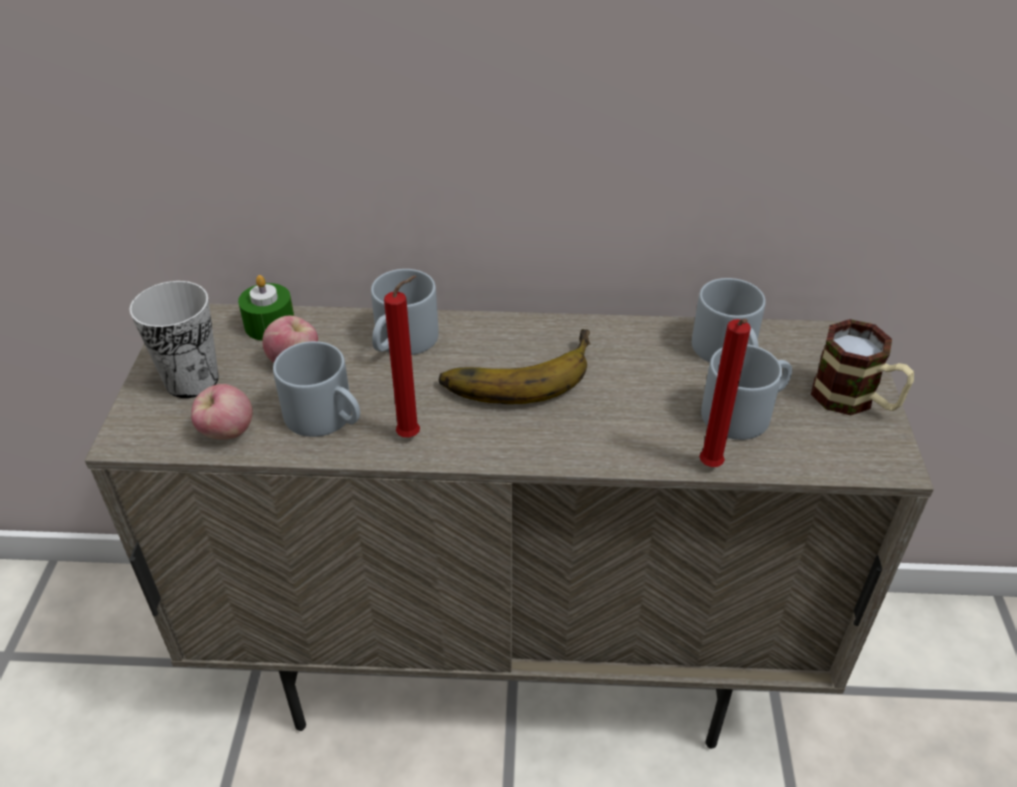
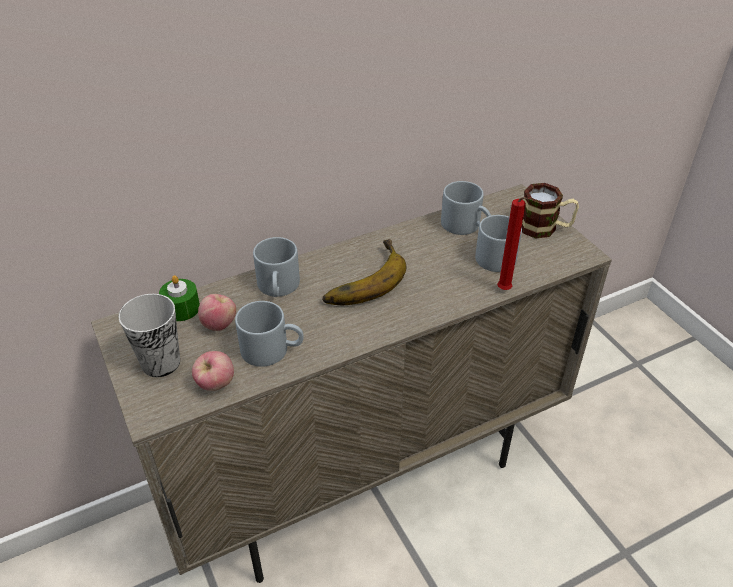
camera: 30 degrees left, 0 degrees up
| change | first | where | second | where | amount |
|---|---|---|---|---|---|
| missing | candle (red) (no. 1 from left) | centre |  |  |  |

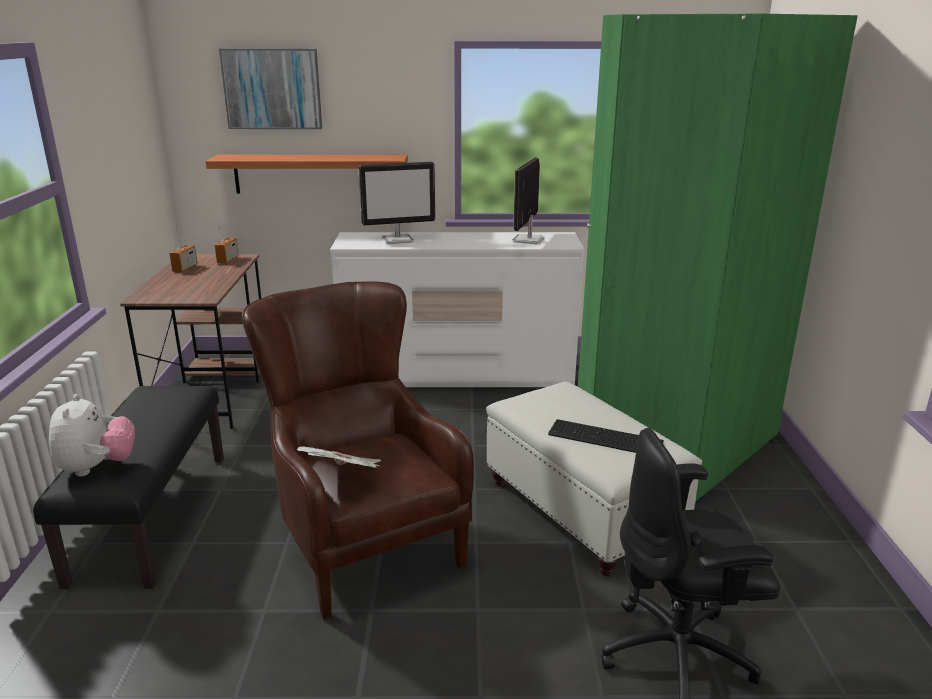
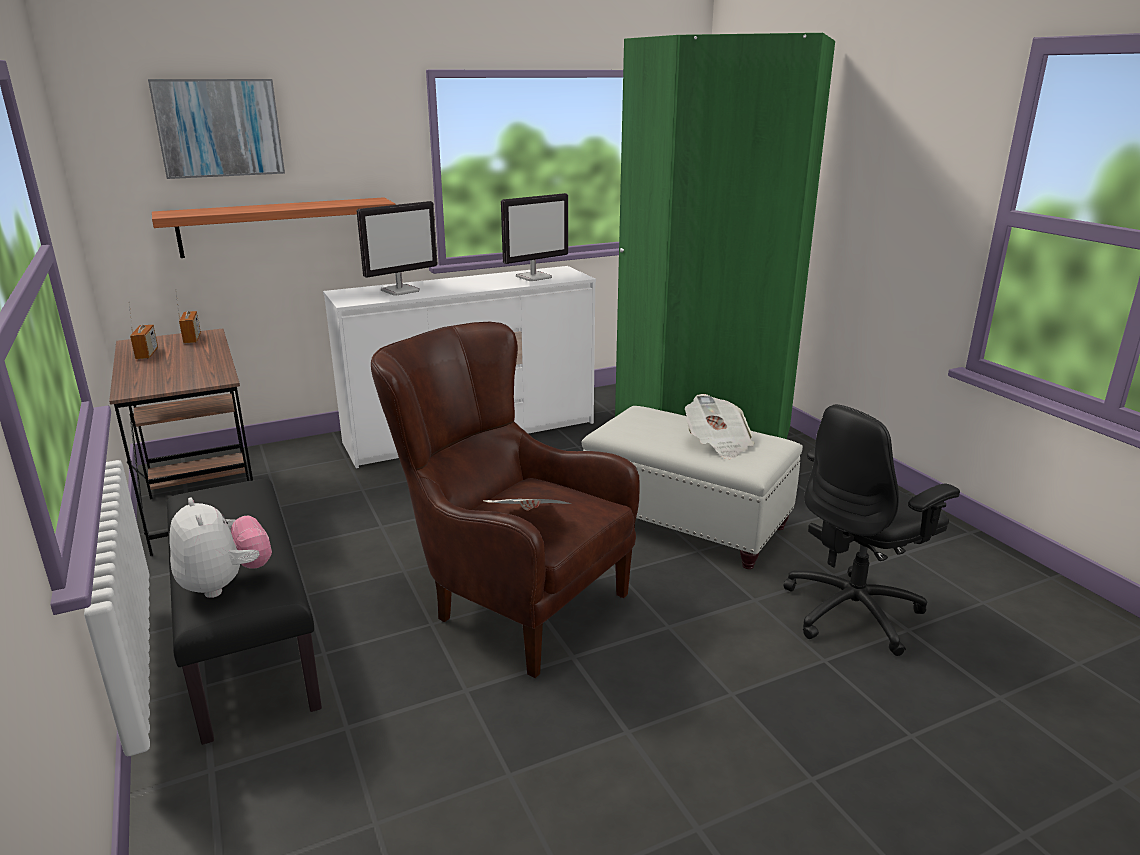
camera: 25 degrees left, 0 degrees up
| change | first | where | second | where | amount |
|---|---|---|---|---|---|
| spun | computer display (no. 2 from left) | top centre |  | top centre | 120 degrees counterclockwise |
| exchanged | PC keyboard | centre | newspaper (no. 2 from left) | centre |  |

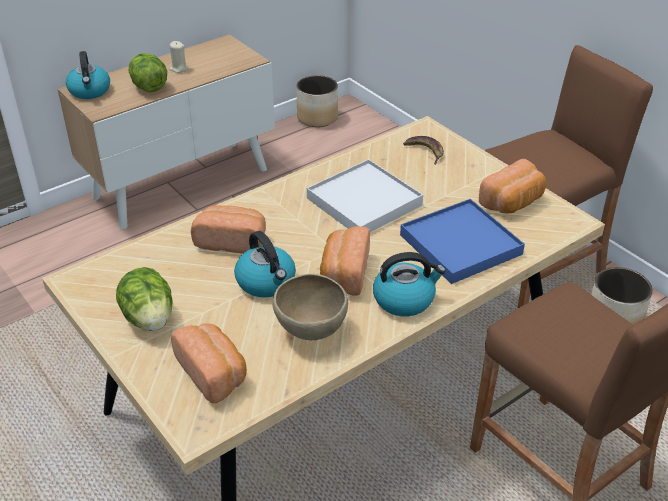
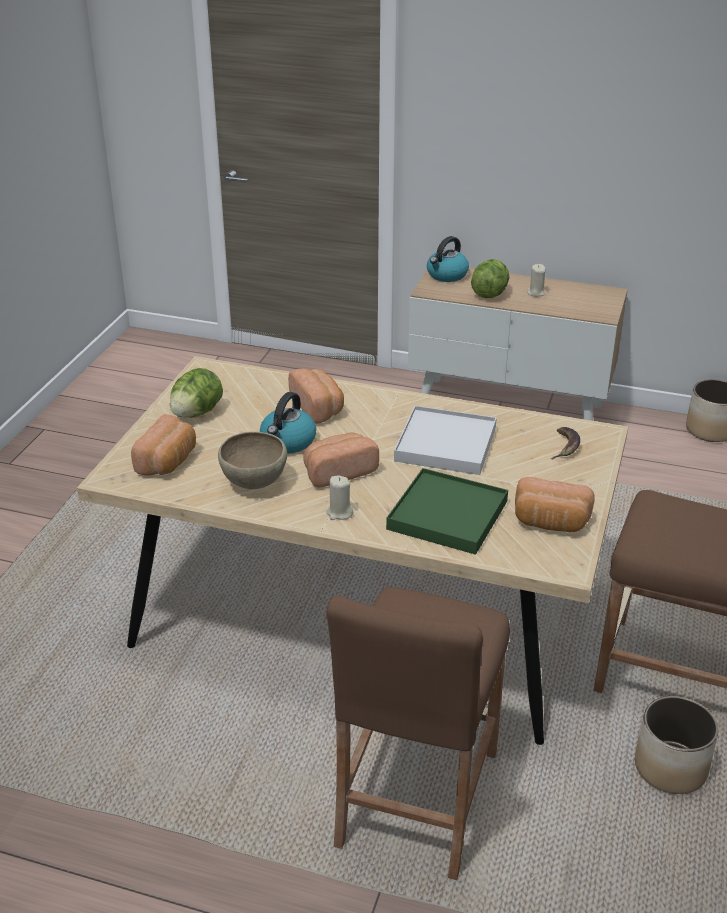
camera: 55 degrees right, 5 degrees down
| change | first | where | second | where | amount |
|---|---|---|---|---|---|
| exchanged | water kettle (no. 3 from left) | centre | candle (beige) (no. 1 from left) | centre |  |
| colour | carrying tray (blue-coloured) | middle right | carrying tray (greenish) | centre |  |

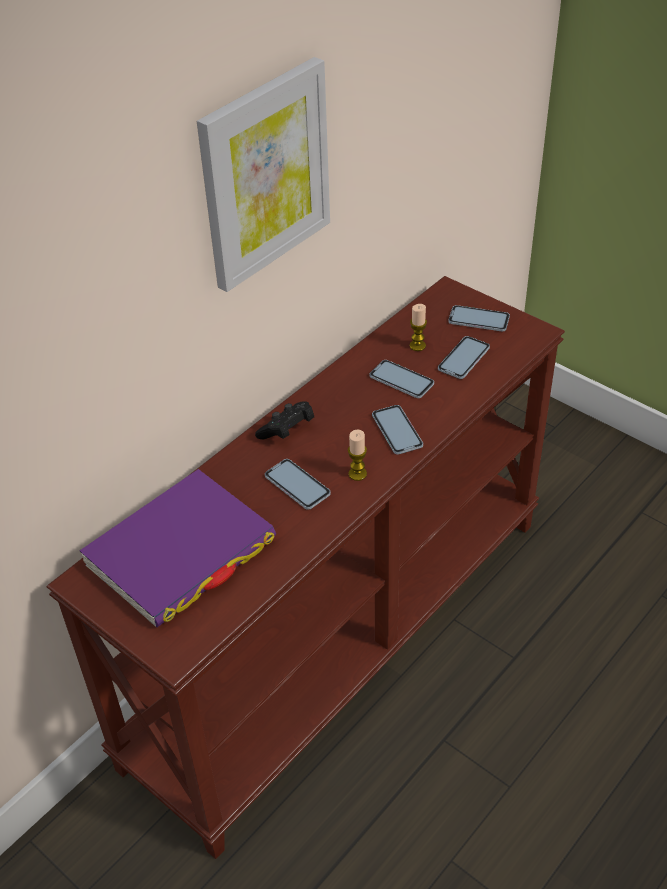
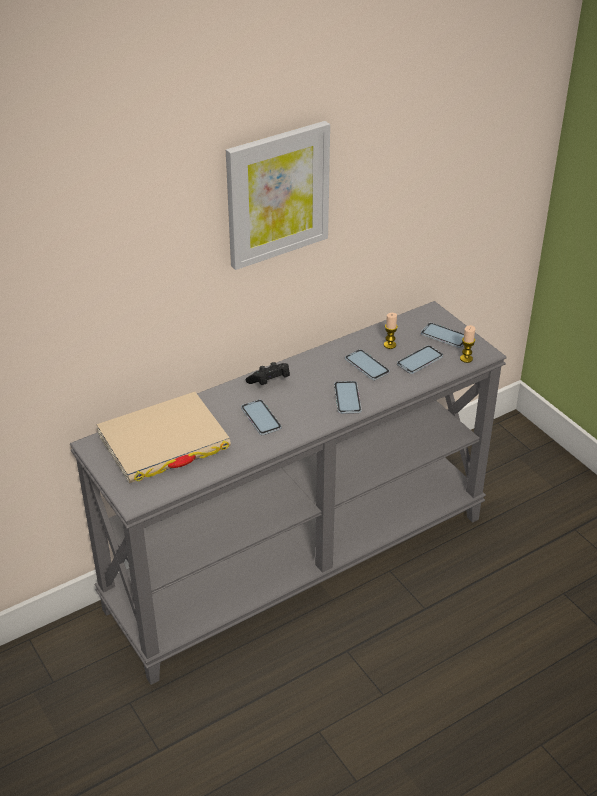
camera: 15 degrees right, 5 degrees down
| change | first | where | second | where | amount |
|---|---|---|---|---|---|
| colour | hall table (brown) | centre | hall table (gray) | centre |  |
| colour | volume (purple-coloured) | middle left | volume (beige) | middle left |  |
| relocated | candle (no. 1 from left in the first image) | centre | candle (no. 2 from left) | middle right |  |

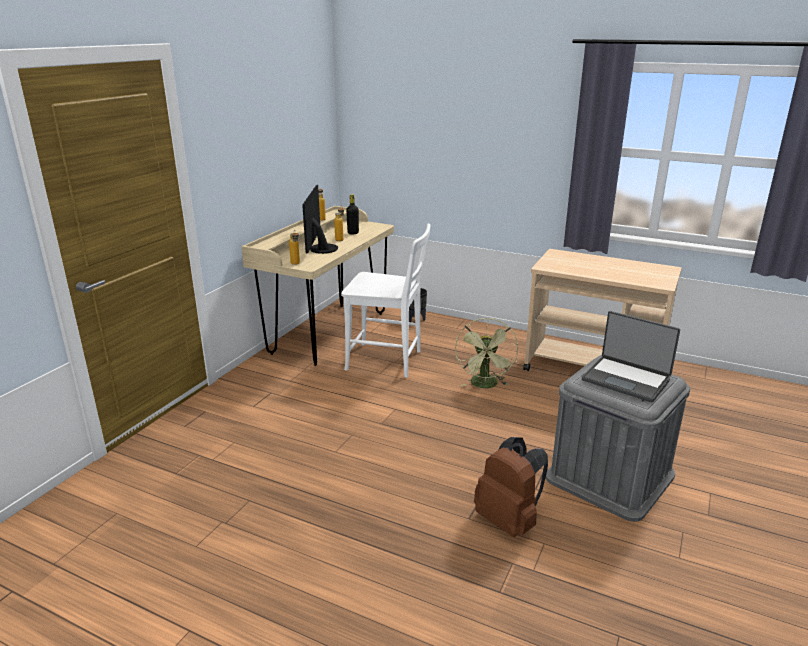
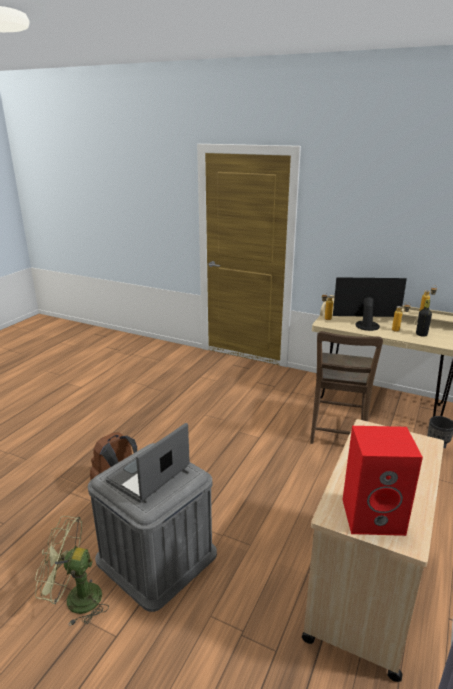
camera: 90 degrees right, 0 degrees up
| change | first | where | second | where | amount |
|---|---|---|---|---|---|
| relocated | cooling fan (greenish) | centre |  | bottom left |  |
| colour | upright chair (white-coloured) | centre | upright chair (brown) | middle right |  |
| appeared |  |  | speaker (red) | bottom right |  |

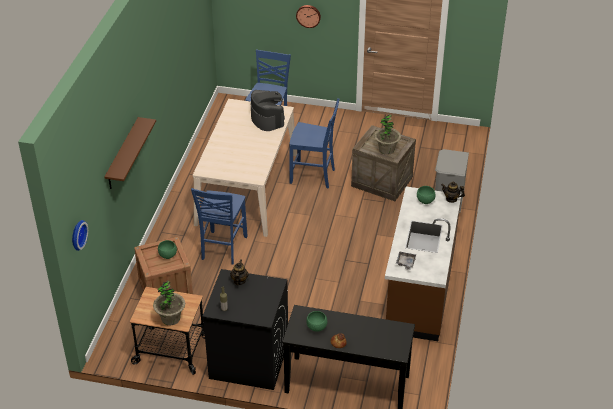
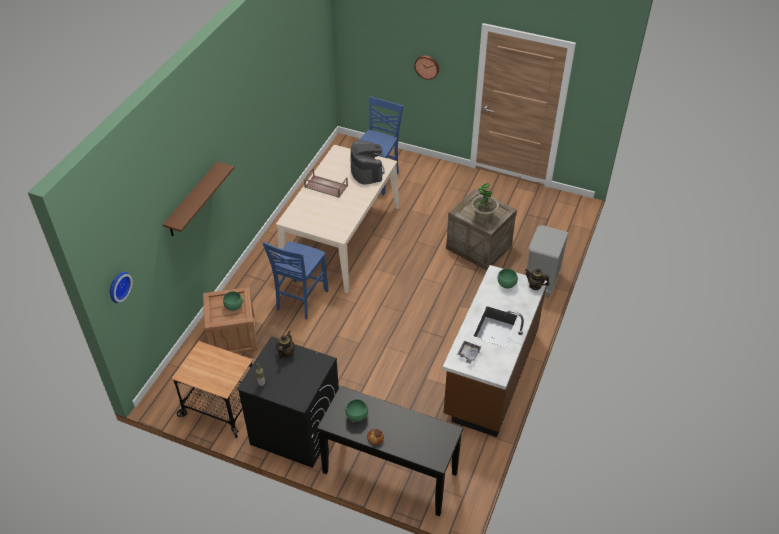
camera: 10 degrees right, 5 degrees up
| change | first | where | second | where | amount |
|---|---|---|---|---|---|
| appeared |  |  | carrying tray (brown) | centre |  |
| missing | plant in a pot (no. 1 from left) | bottom left |  |  |  |
| missing | upright chair (blue-coloured) (no. 3 from left) | centre |  |  |  |

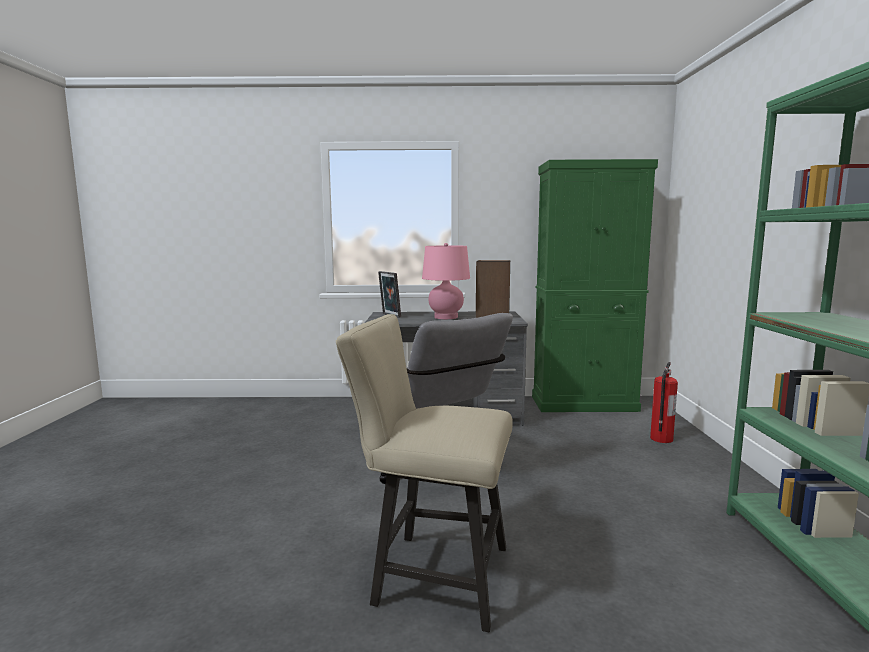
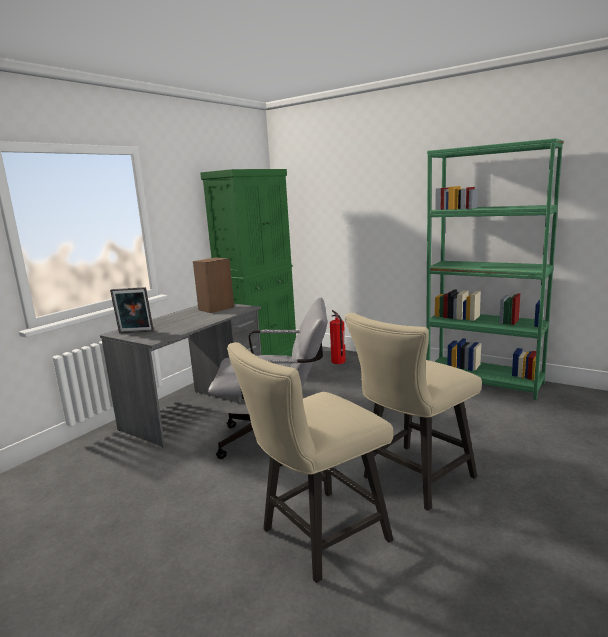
camera: 55 degrees left, 5 degrees up
| change | first | where | second | where | amount |
|---|---|---|---|---|---|
| appeared |  |  | upright chair (beige) (no. 1 from left) | bottom centre |  |
| missing | lamp for a table (pinkish) | centre |  |  |  |

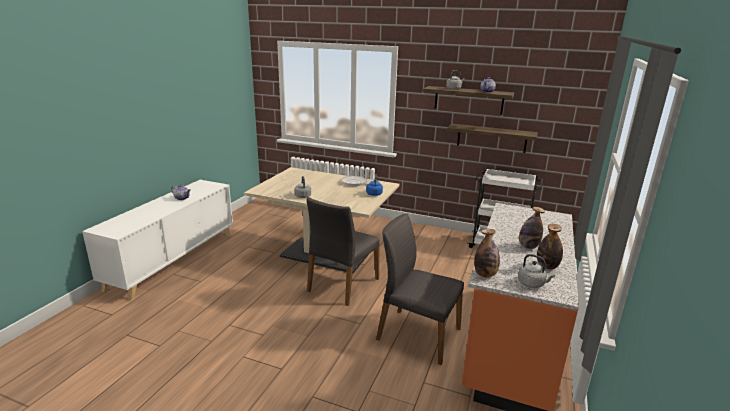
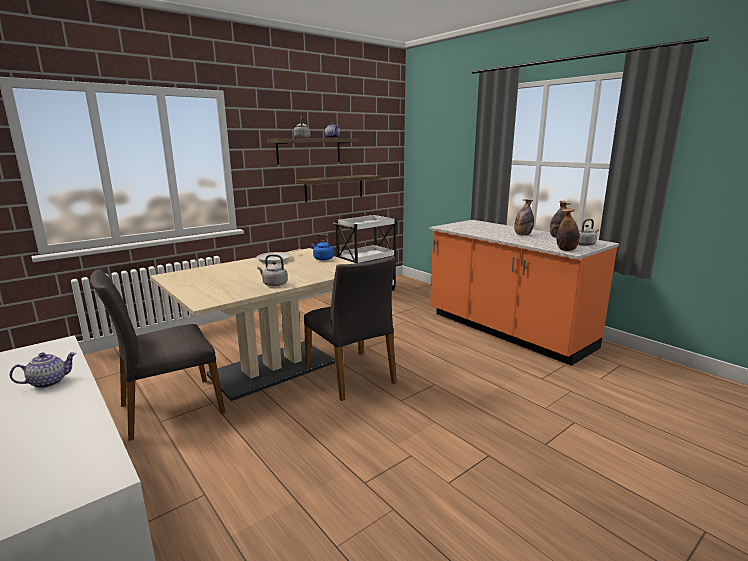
camera: 60 degrees left, 5 degrees down
| change | first | where | second | where | amount |
|---|---|---|---|---|---|
| relocated | upright chair (gray) (no. 2 from left in the first image) | bottom centre | upright chair (gray) (no. 1 from left) | middle left |  |

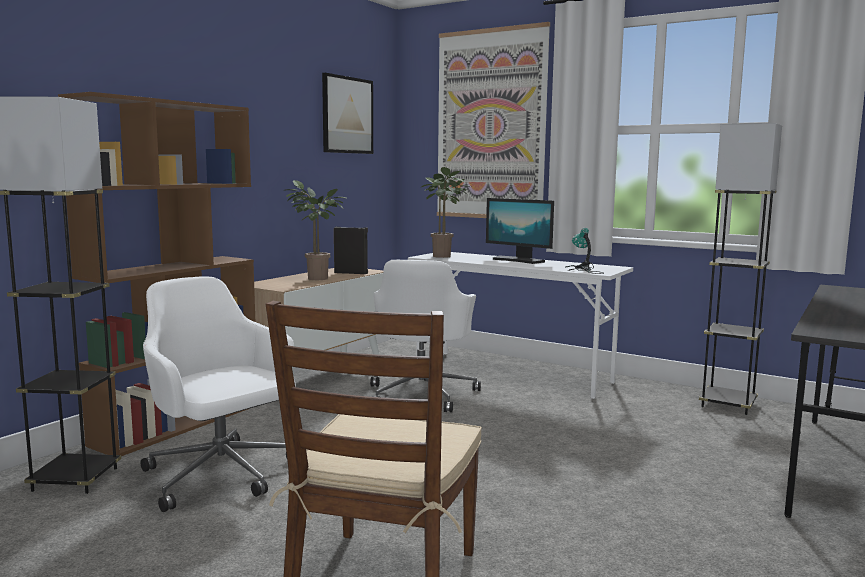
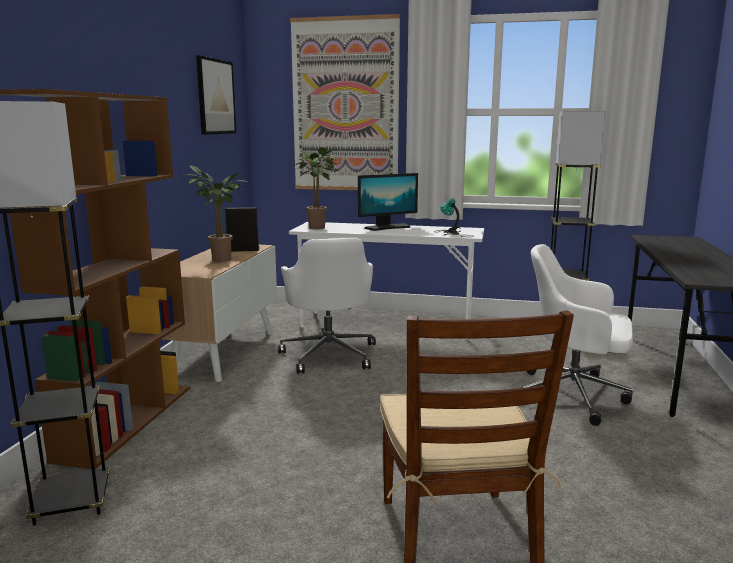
camera: 20 degrees left, 5 degrees up
| change | first | where | second | where | amount |
|---|---|---|---|---|---|
| spun | computer display | centre |  | centre | 45 degrees counterclockwise |
| relocated | desk chair (white-coloured) (no. 1 from left in the first image) | bottom left | desk chair (white-coloured) (no. 2 from left) | middle right |  |

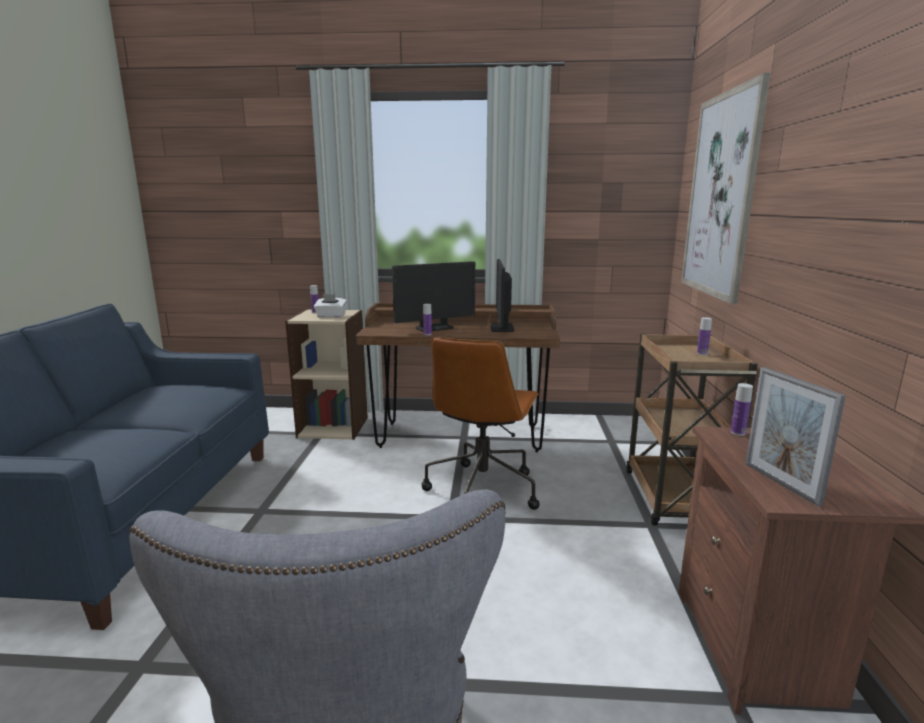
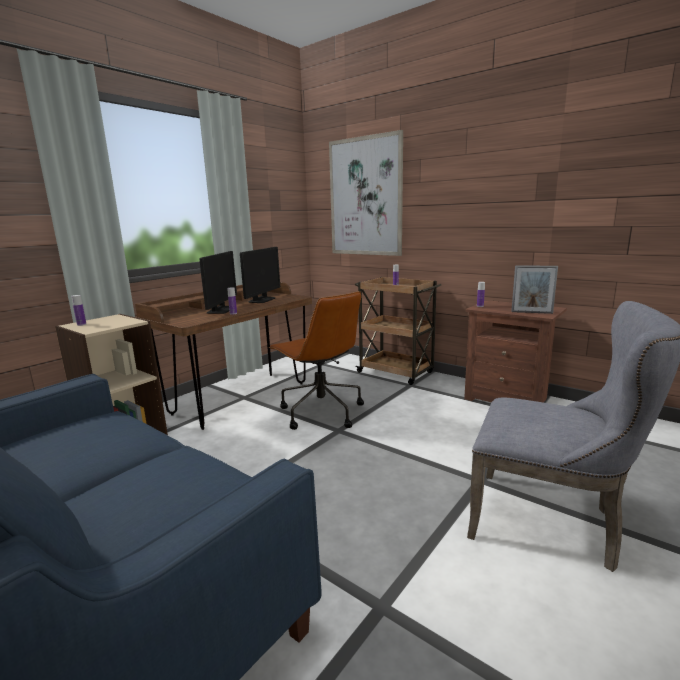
camera: 55 degrees left, 0 degrees up
| change | first | where | second | where | amount |
|---|---|---|---|---|---|
| spun | computer display (no. 2 from left) | centre |  | centre | 105 degrees counterclockwise |
| missing | box of tissues (white-coloured) | centre |  |  |  |

